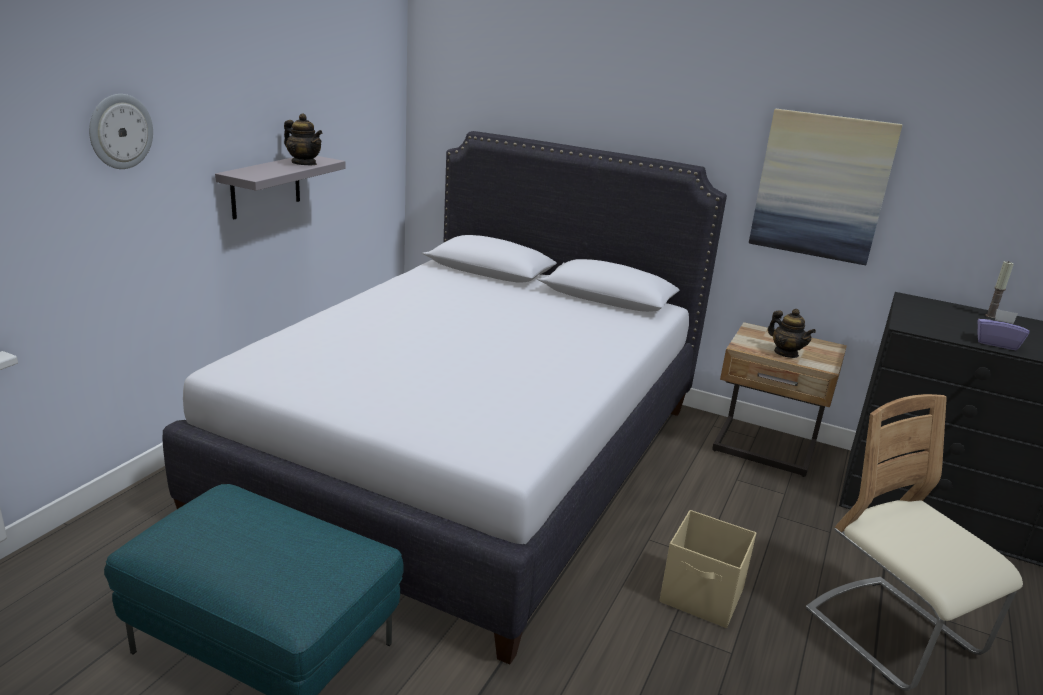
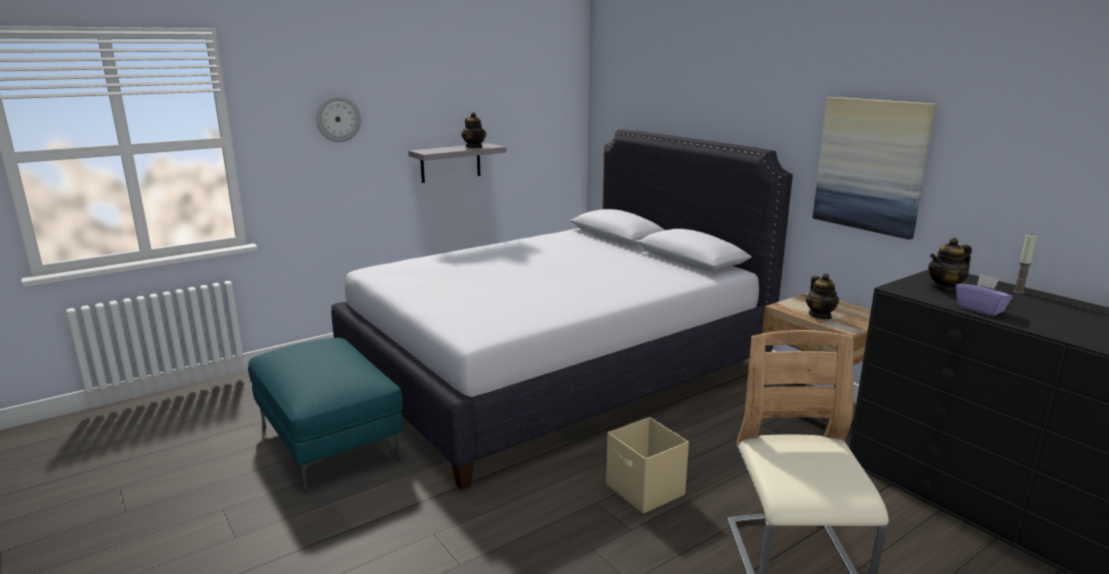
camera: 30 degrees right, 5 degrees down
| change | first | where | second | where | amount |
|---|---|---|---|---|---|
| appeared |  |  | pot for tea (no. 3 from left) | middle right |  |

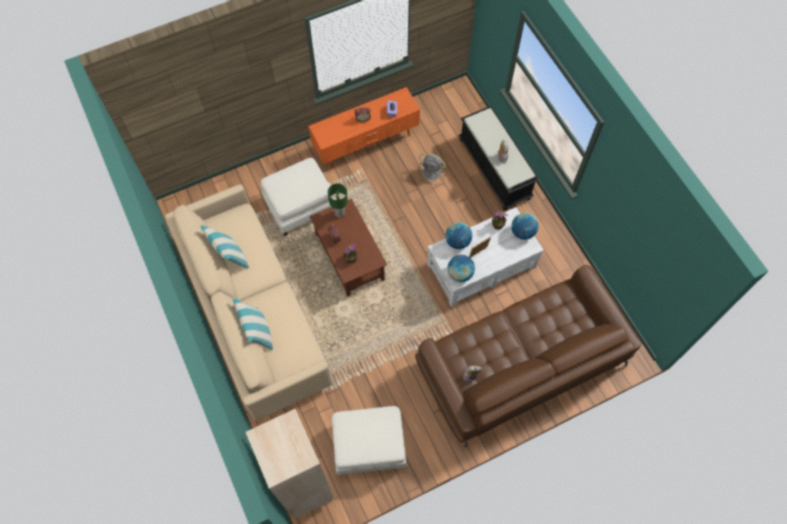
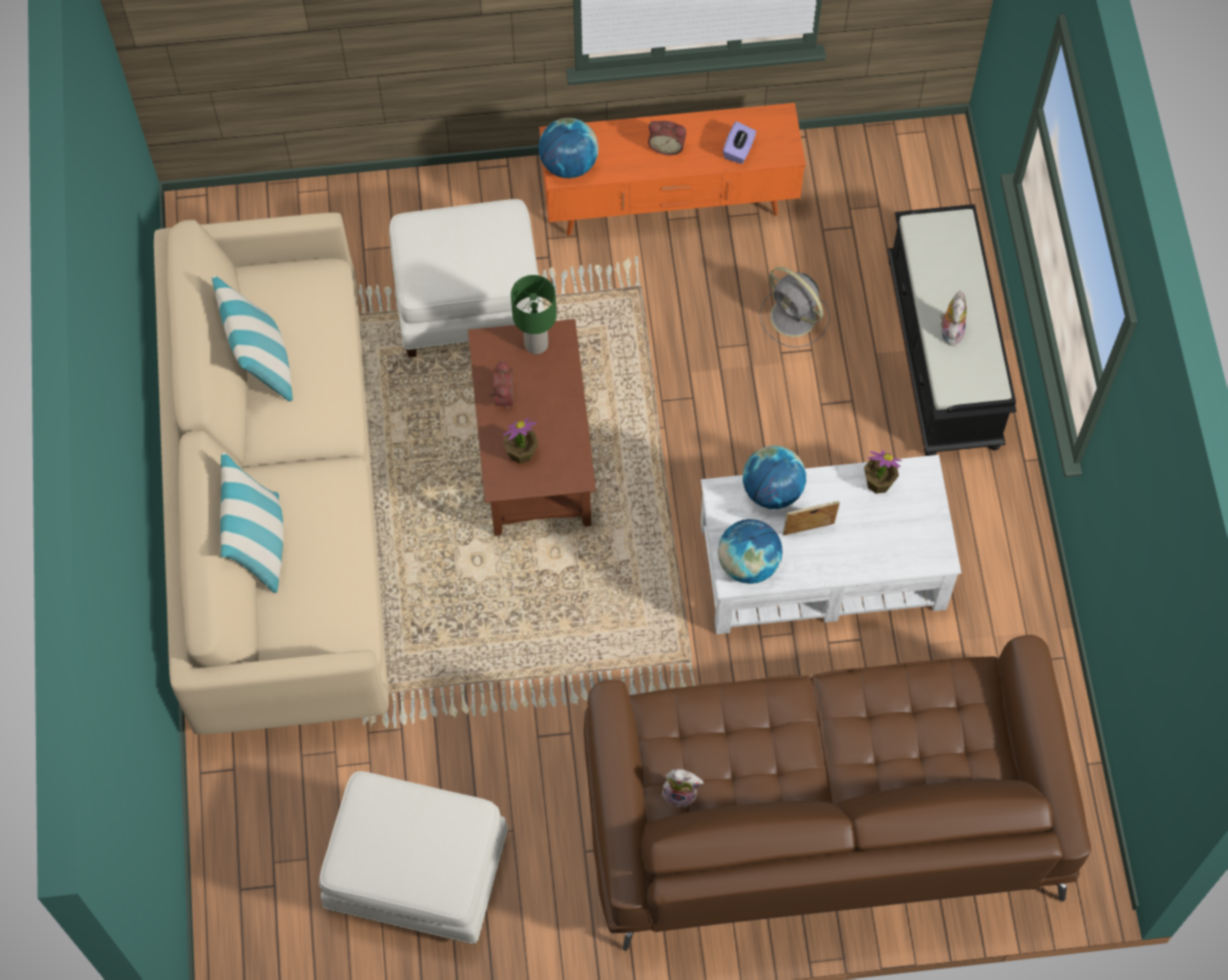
camera: 20 degrees right, 0 degrees up
| change | first | where | second | where | amount |
|---|---|---|---|---|---|
| relocated | world globe (no. 3 from left in the first image) | centre | world globe (no. 1 from left) | top centre |  |
| missing | shelving unit (beige) | bottom centre |  |  |  |

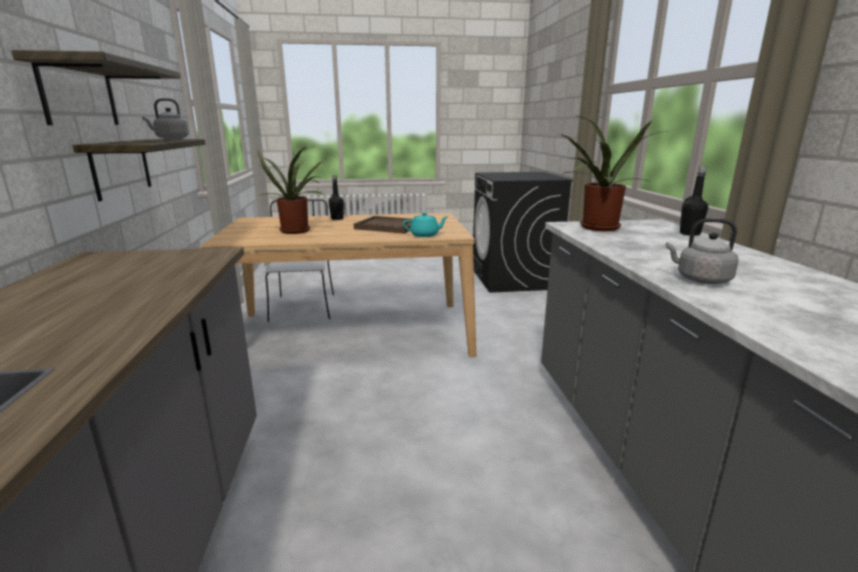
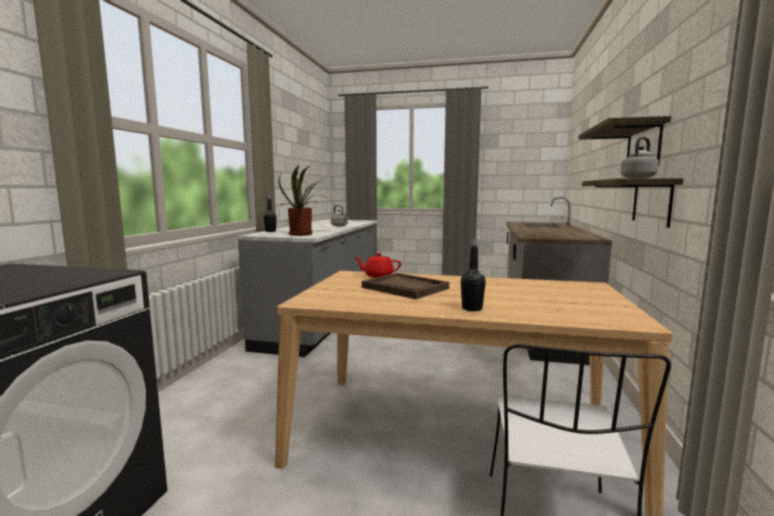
camera: 160 degrees left, 10 degrees down
| change | first | where | second | where | amount |
|---|---|---|---|---|---|
| colour | pot for tea (turquoise) | centre | pot for tea (red) | centre |  |
| missing | plant in a pot (no. 1 from left) | top centre |  |  |  |

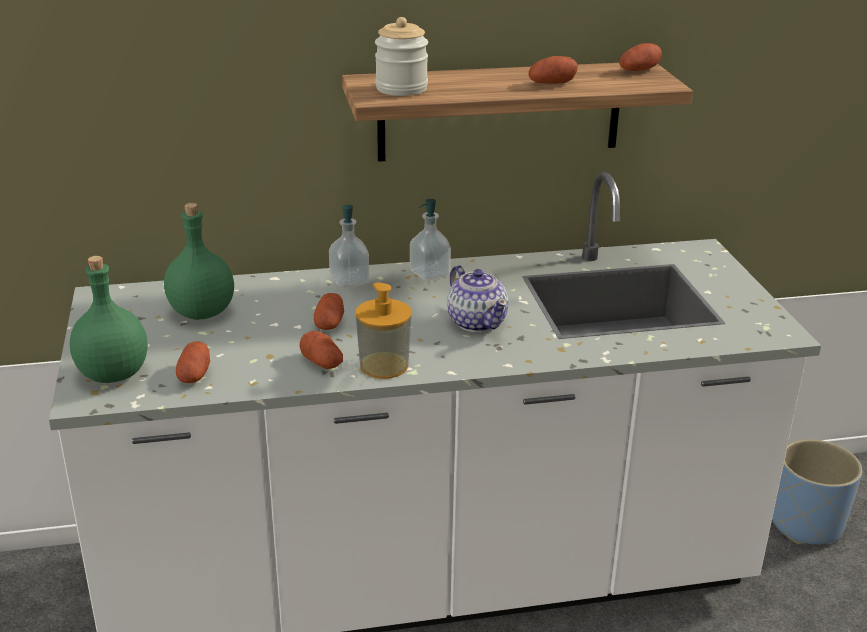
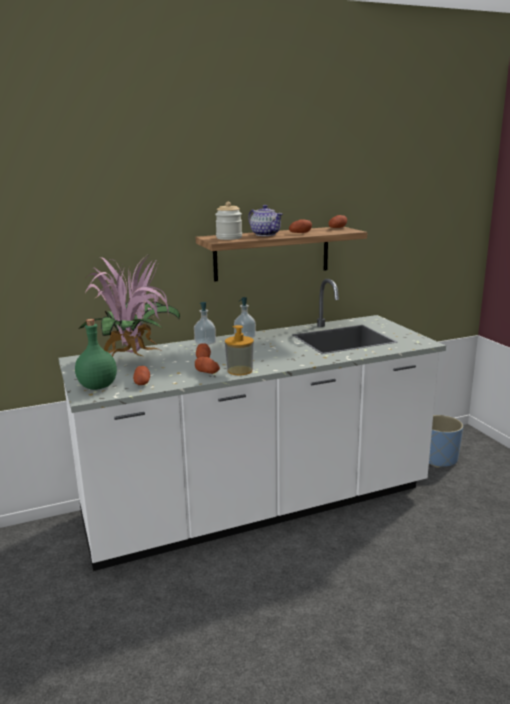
camera: 10 degrees left, 10 degrees down
| change | first | where | second | where | amount |
|---|---|---|---|---|---|
| exchanged | bottle (greenish) (no. 2 from left) | middle left | plant in a pot | middle left |  |
| relocated | pot for tea | centre |  | top centre |  |

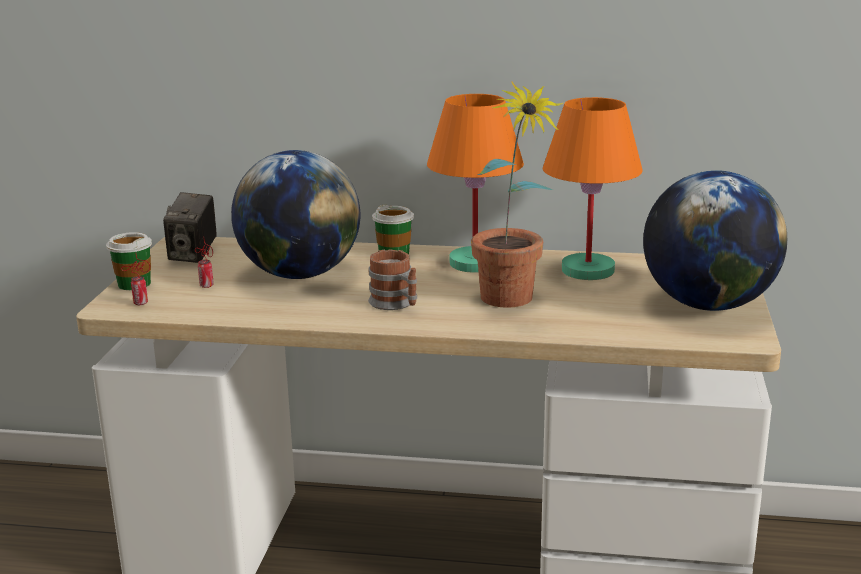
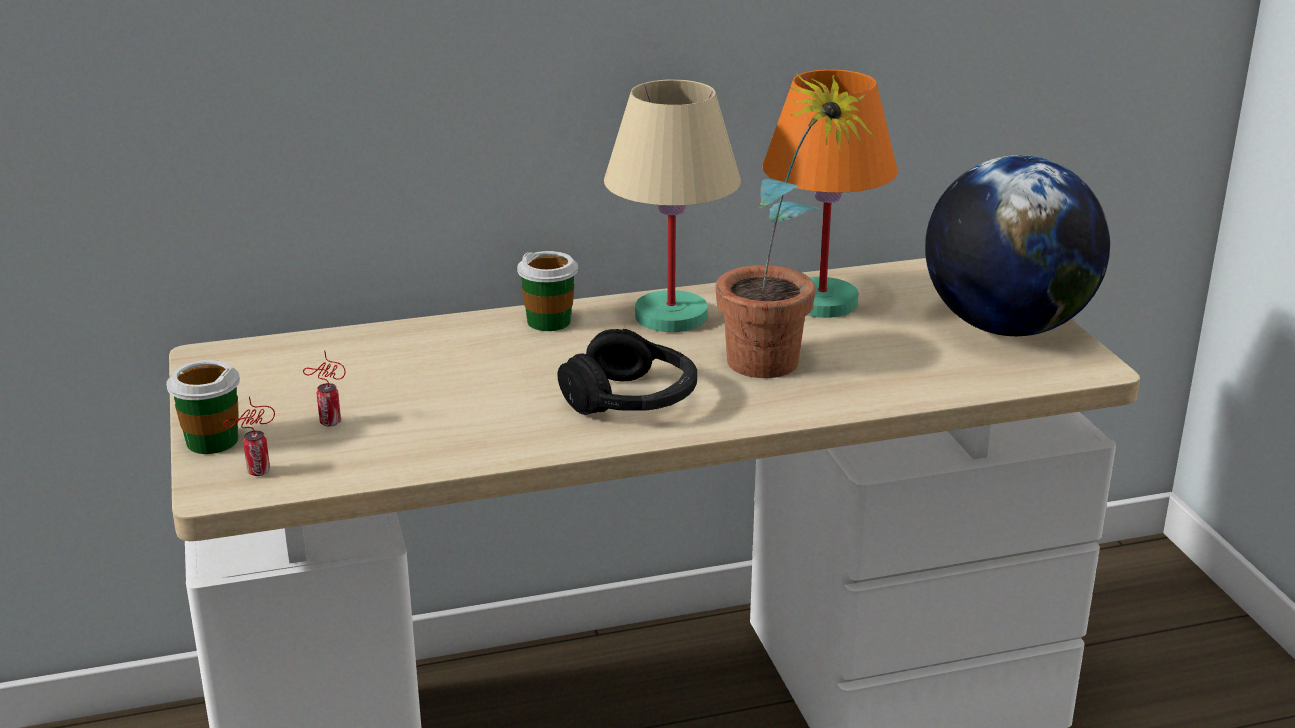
camera: 25 degrees left, 5 degrees up
| change | first | where | second | where | amount |
|---|---|---|---|---|---|
| exchanged | tea mug | centre | headset (black-coloured) | centre |  |
| colour | lamp for a table (orangey) (no. 1 from left) | top centre | lamp for a table (beige) | top centre |  |
| missing | still camera | middle left |  |  |  |
| missing | world globe (no. 1 from left) | centre |  |  |  |

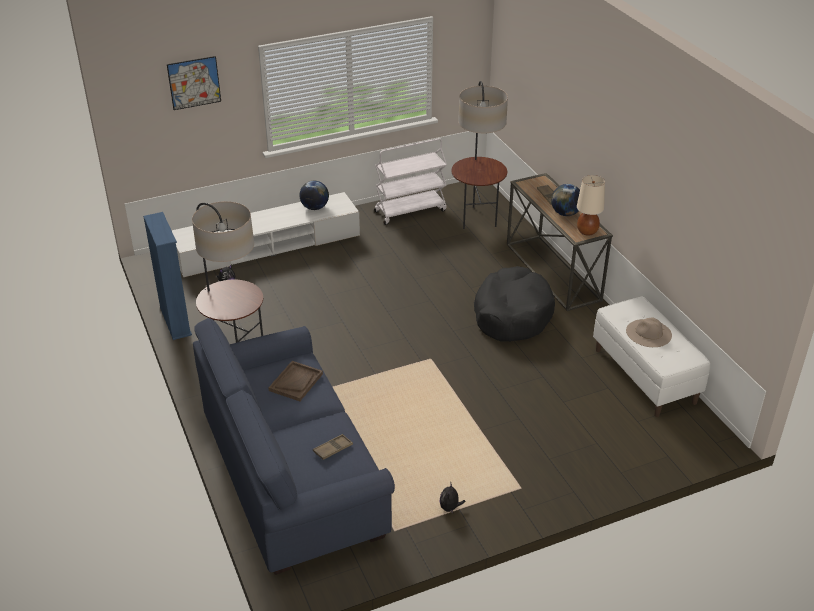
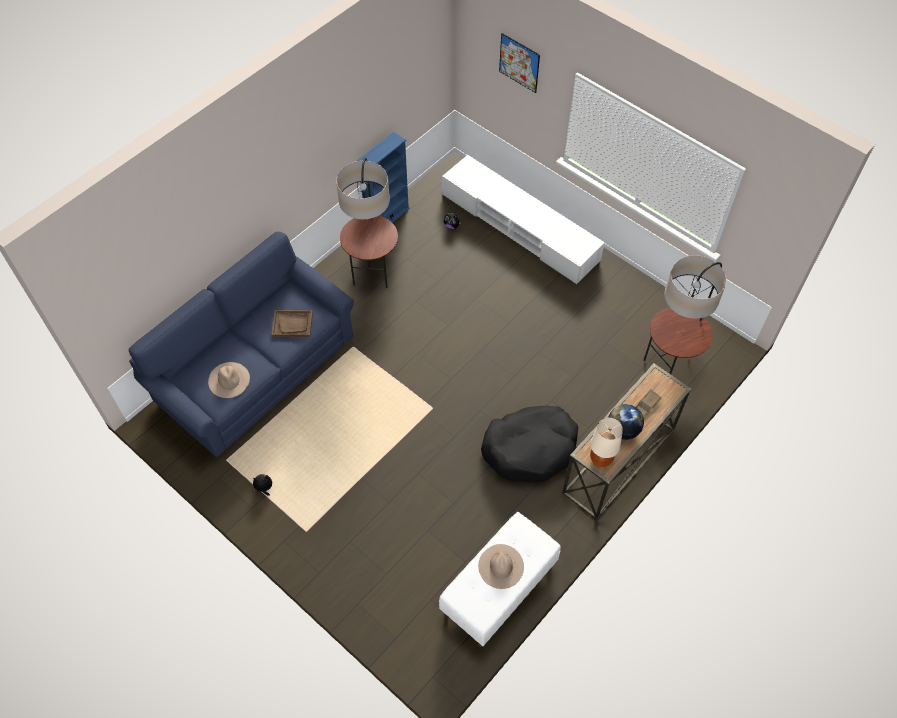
camera: 65 degrees right, 20 degrees up
| change | first | where | second | where | amount |
|---|---|---|---|---|---|
| exchanged | carrying tray (brown) (no. 2 from left) | bottom centre | wearable hat (beige) (no. 1 from left) | middle left |  |
| missing | world globe (no. 1 from left) | top centre |  |  |  |
| missing | wheeled cart (white-coloured) | top centre |  |  |  |

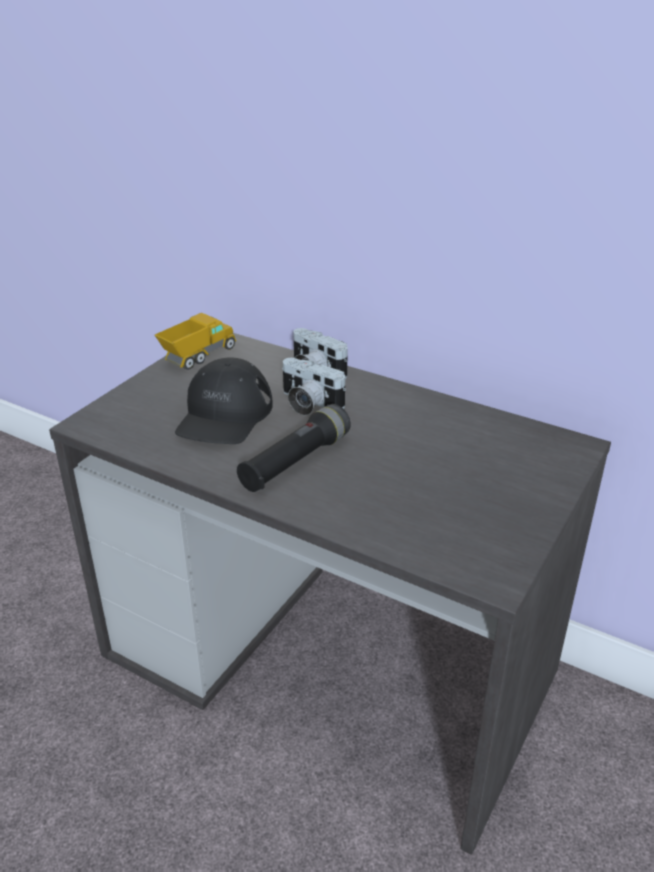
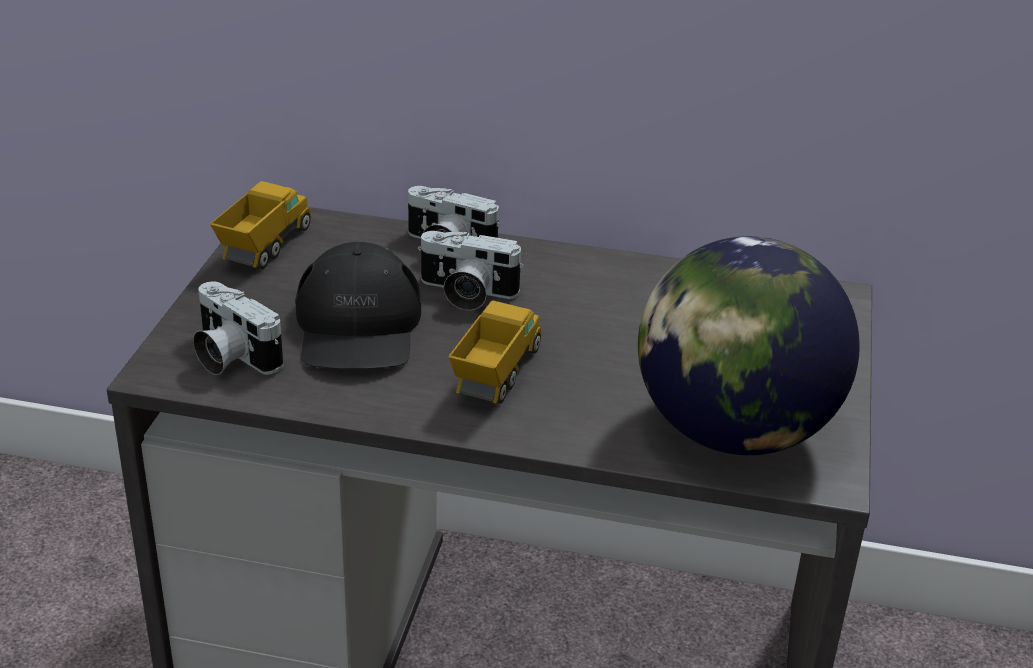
camera: 20 degrees left, 0 degrees up
| change | first | where | second | where | amount |
|---|---|---|---|---|---|
| appeared |  |  | still camera (no. 1 from left) | middle left |  |
| exchanged | torch (black-coloured) | centre | toy truck (no. 2 from left) | centre |  |
| appeared |  |  | world globe | middle right |  |

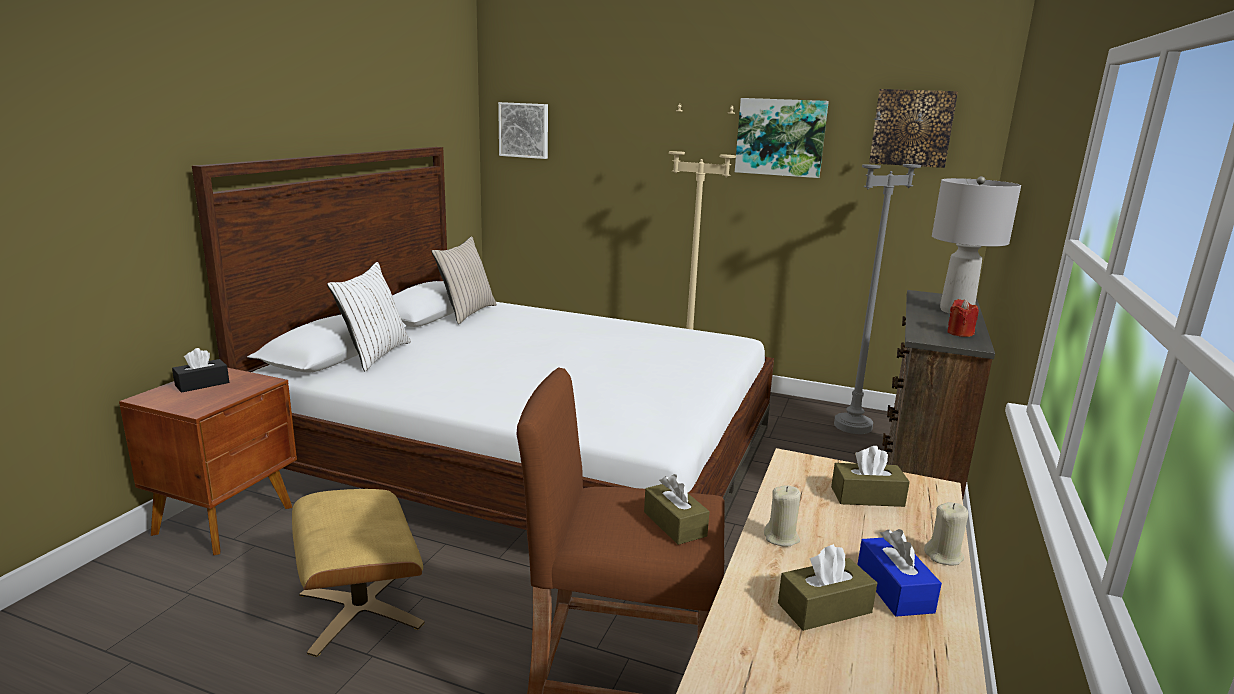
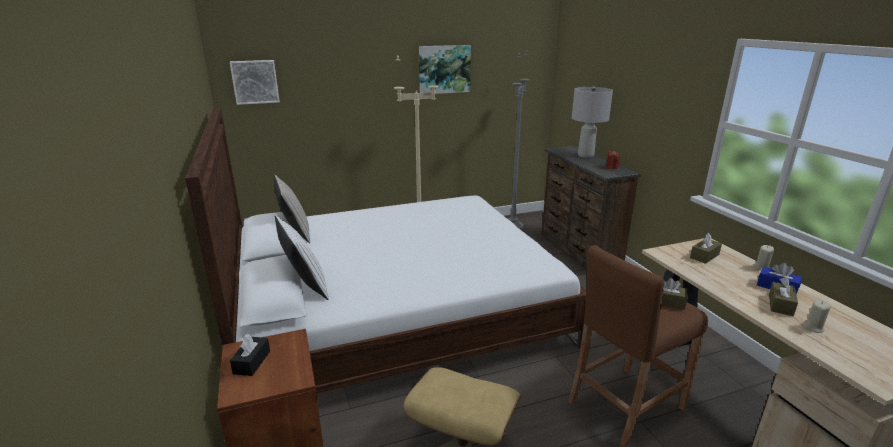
camera: 40 degrees left, 5 degrees up
| change | first | where | second | where | amount |
|---|---|---|---|---|---|
| relocated | candle (beige) (no. 1 from left in the first image) | bottom centre | candle (beige) (no. 2 from left) | bottom right |  |
| missing | wall picture (no. 3 from left) | top right |  |  |  |

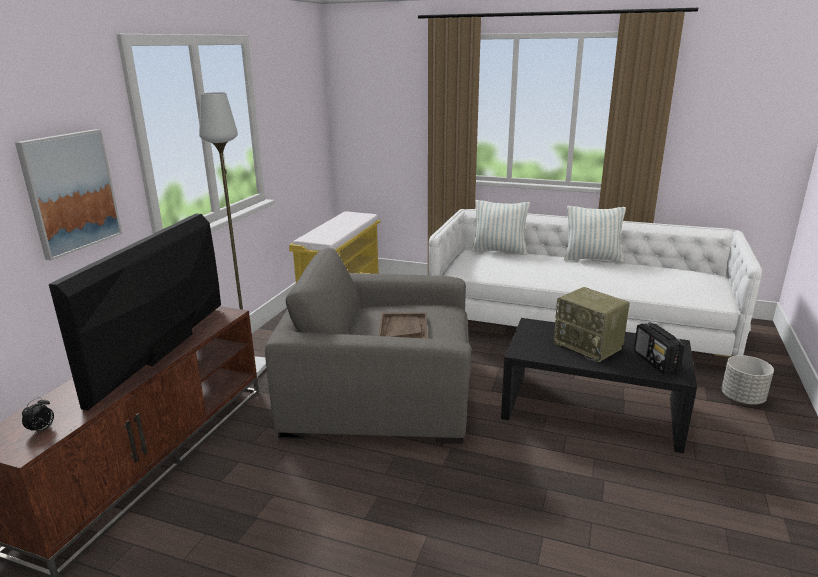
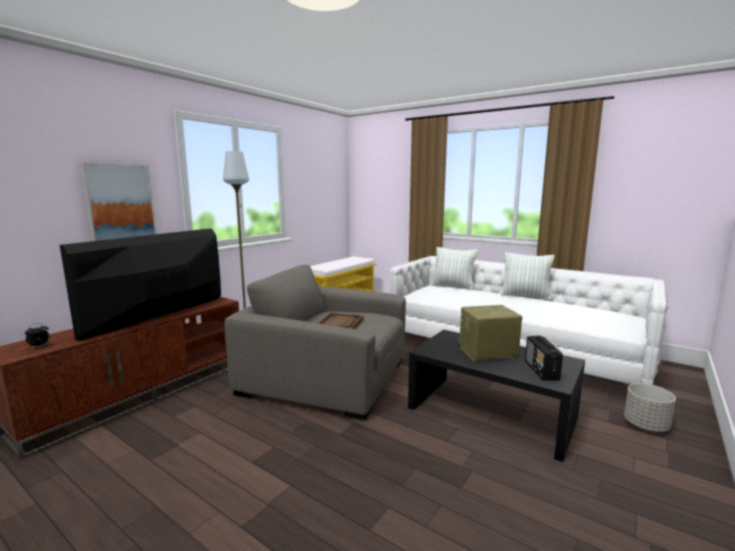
camera: 15 degrees right, 10 degrees down
| change | first | where | second | where | amount |
|---|---|---|---|---|---|
| spun | radio receiver (no. 1 from left) | middle right |  | centre | 105 degrees clockwise |

